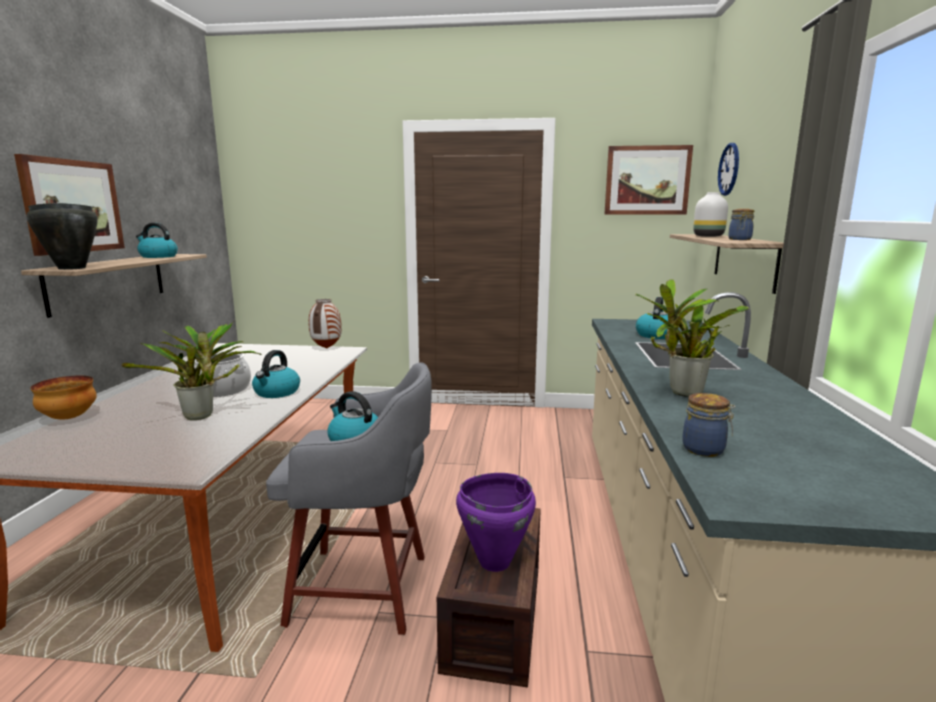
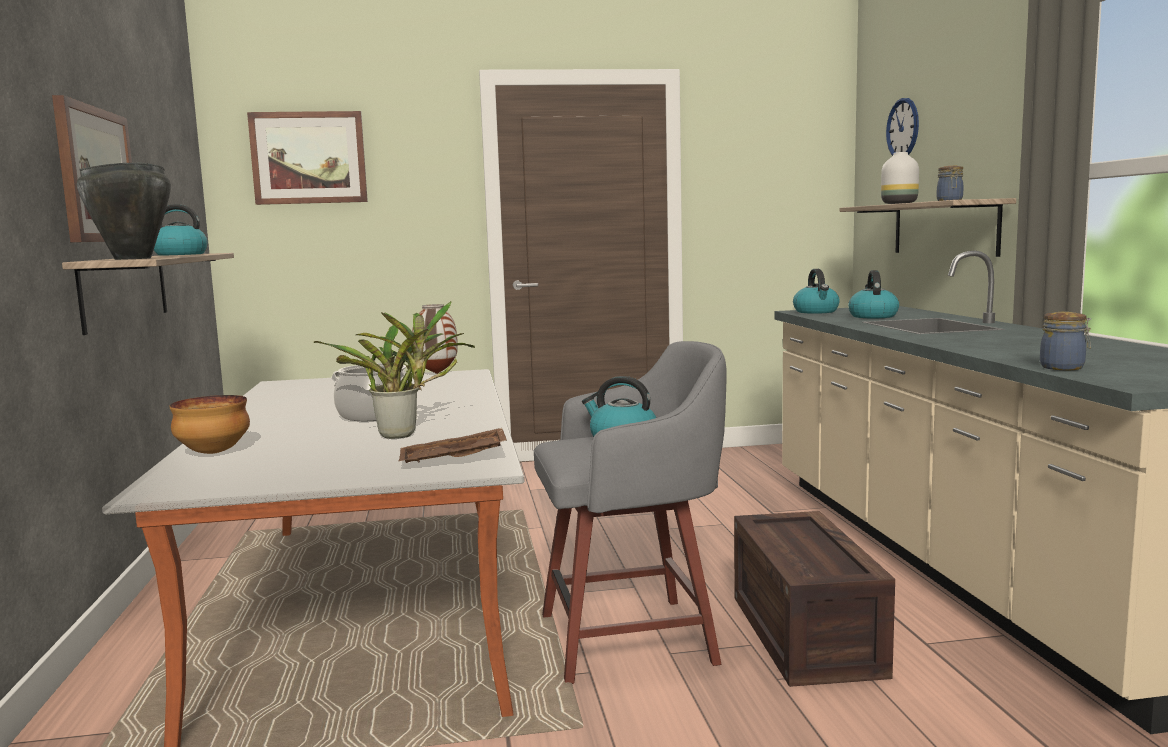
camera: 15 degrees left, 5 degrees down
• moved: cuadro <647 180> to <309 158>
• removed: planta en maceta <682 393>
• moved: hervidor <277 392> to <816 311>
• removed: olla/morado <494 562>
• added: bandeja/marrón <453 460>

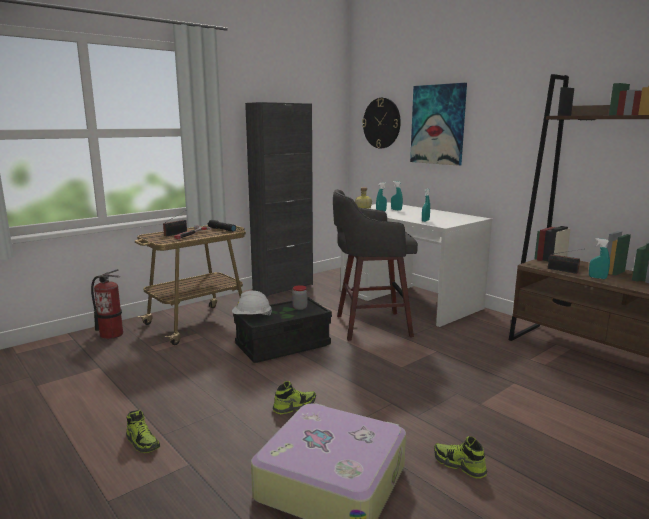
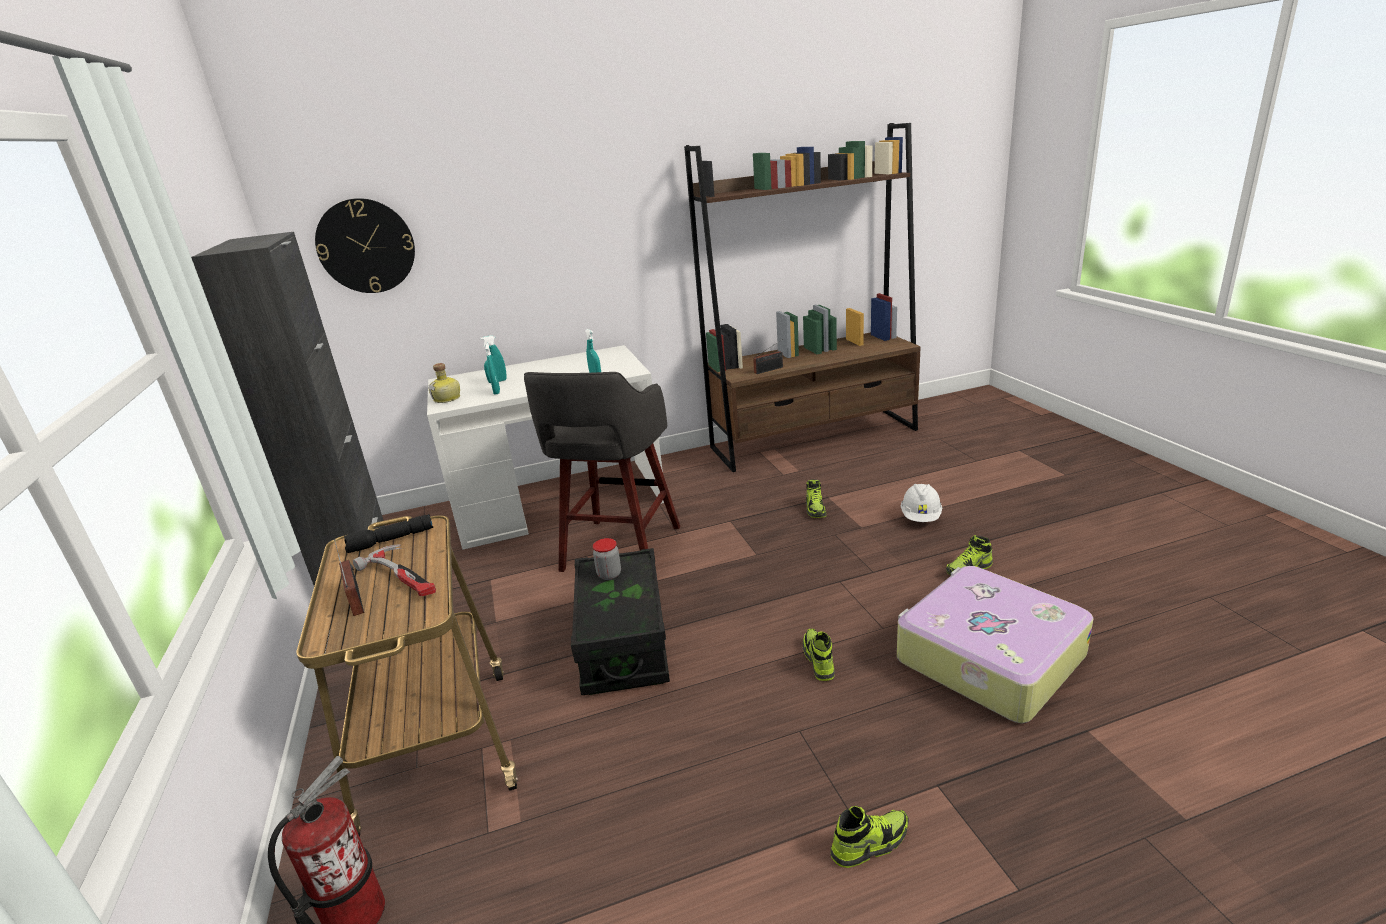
camera: 65 degrees left, 10 degrees up
• removed: cuadro <438 124>
• removed: pulverizador/turquesa <597 278>
• moved: casco/blanco <251 317> to <921 517>
• added: zapato <815 509>

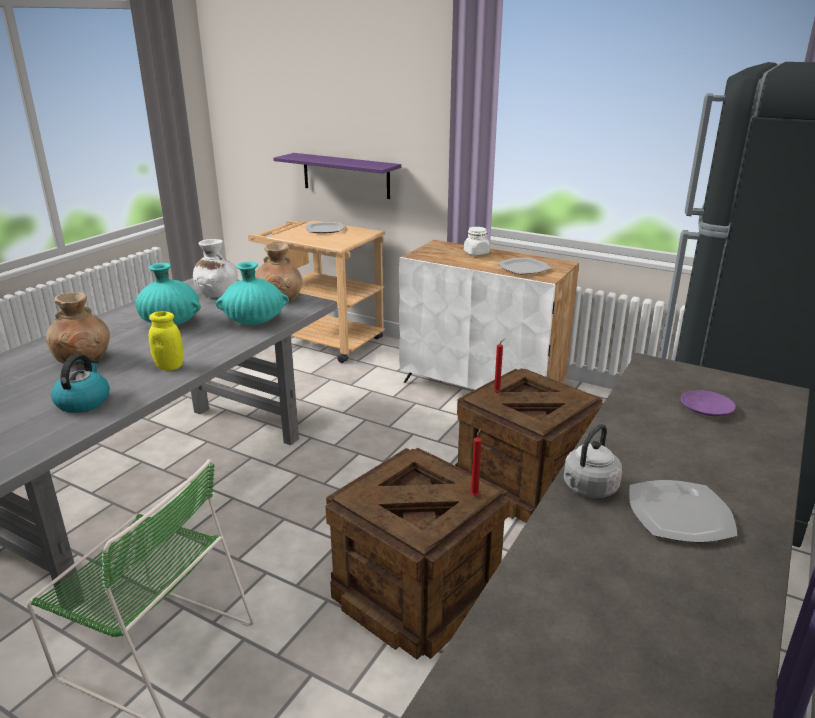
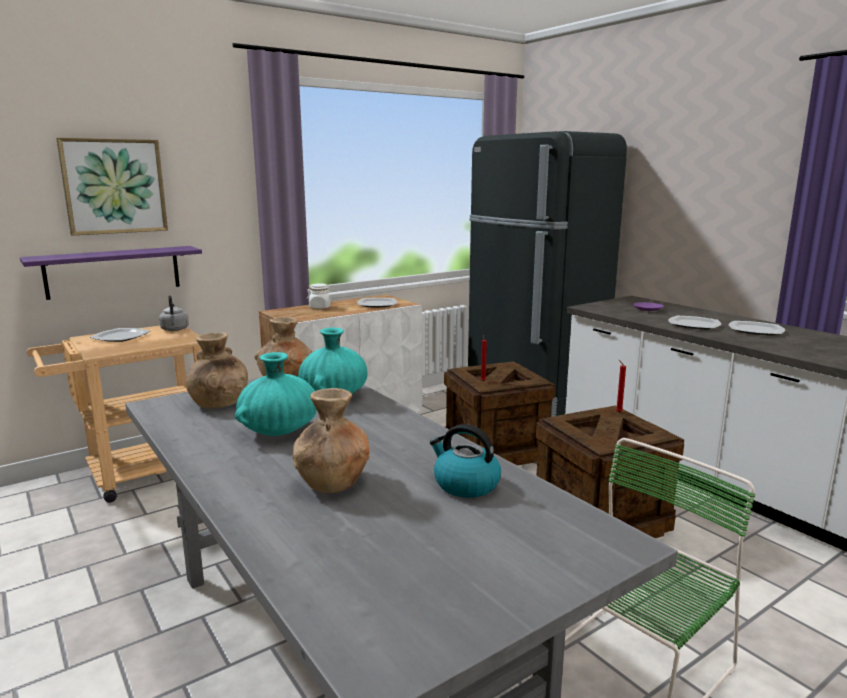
camera: 65 degrees left, 10 degrees down
• recoloured: florero/blanco <217 294> to florero/marrón <219 403>
• removed: tarro/amarillo <170 366>
• moved: hervidor/gris <588 489> to <175 330>
• added: cuadro <114 186>
• added: plato <693 324>

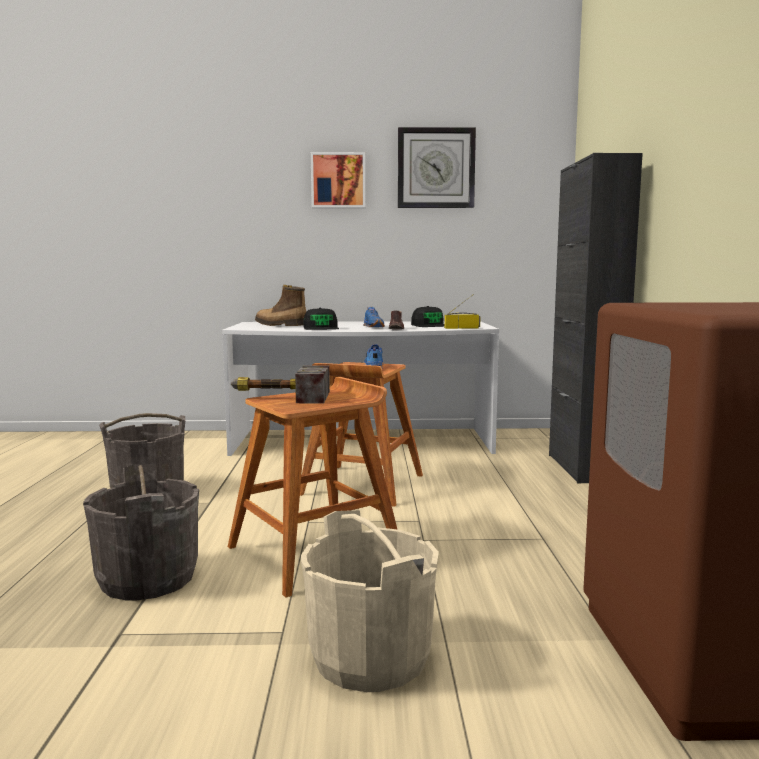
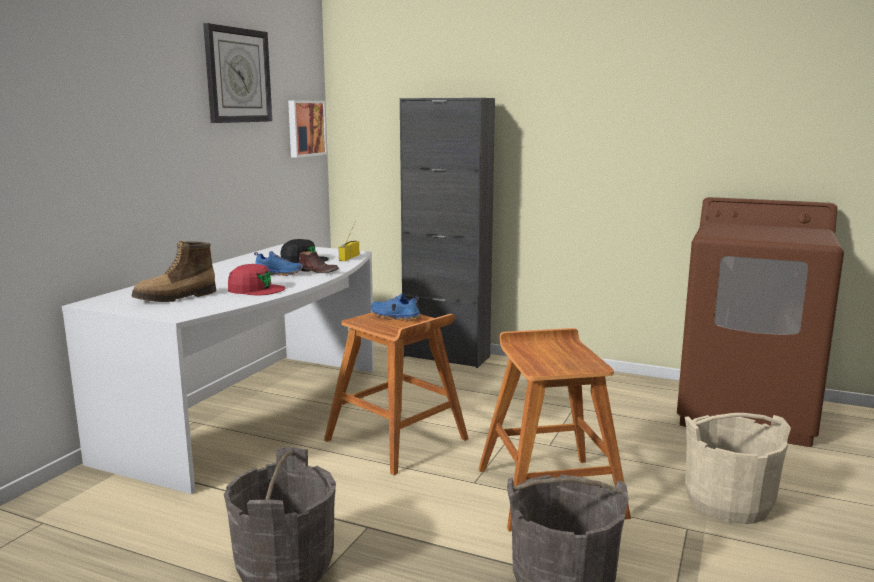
camera: 65 degrees left, 5 degrees up
• moved: cuadro <338 180> to <305 128>
• recoloured: gorra/negro <321 328> to gorra/rojo <256 289>
• removed: martillo <279 397>

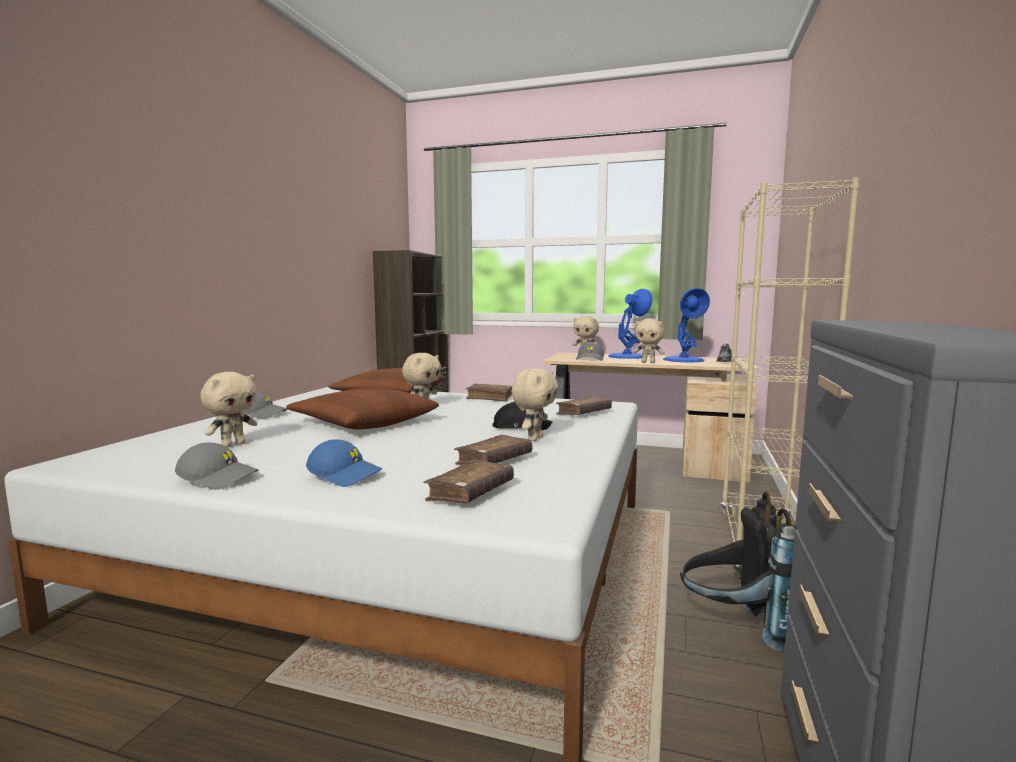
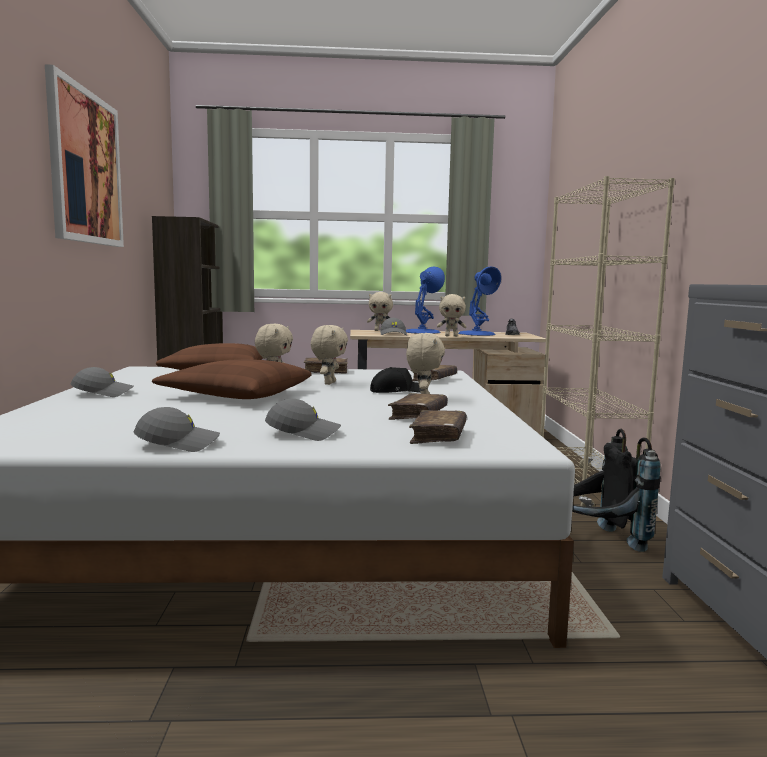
camera: 20 degrees left, 0 degrees up
• moved: peluche/beis <233 445> to <329 383>
• recoloured: gorra/azul <346 475> to gorra/gris <303 433>
• added: cuadro <85 168>

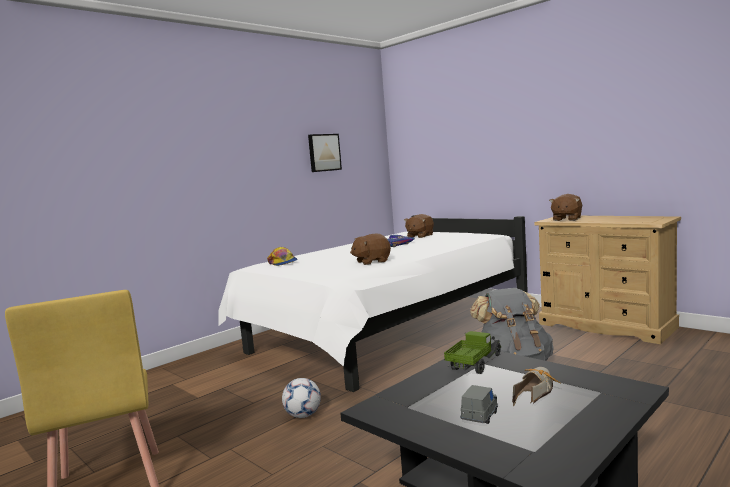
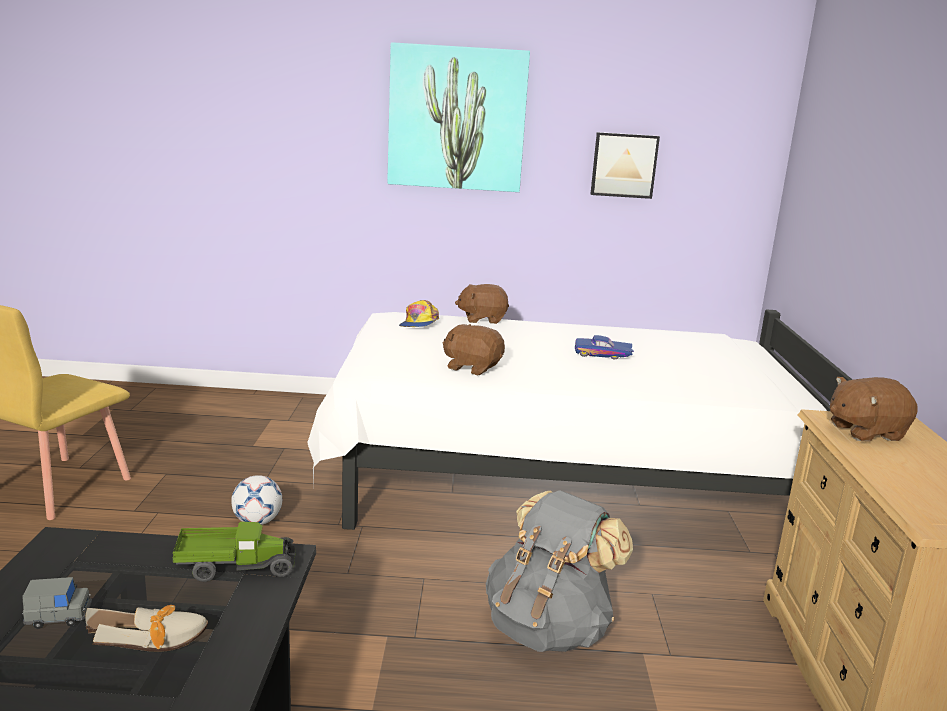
camera: 45 degrees right, 10 degrees up
• moved: peluche/marrón <419 236> to <482 319>
• added: cuadro <457 119>

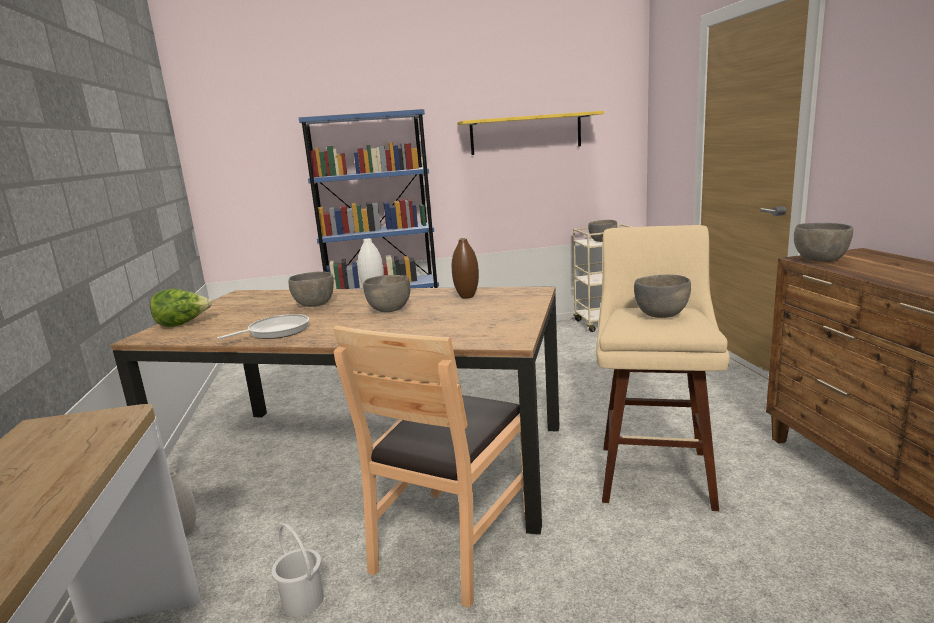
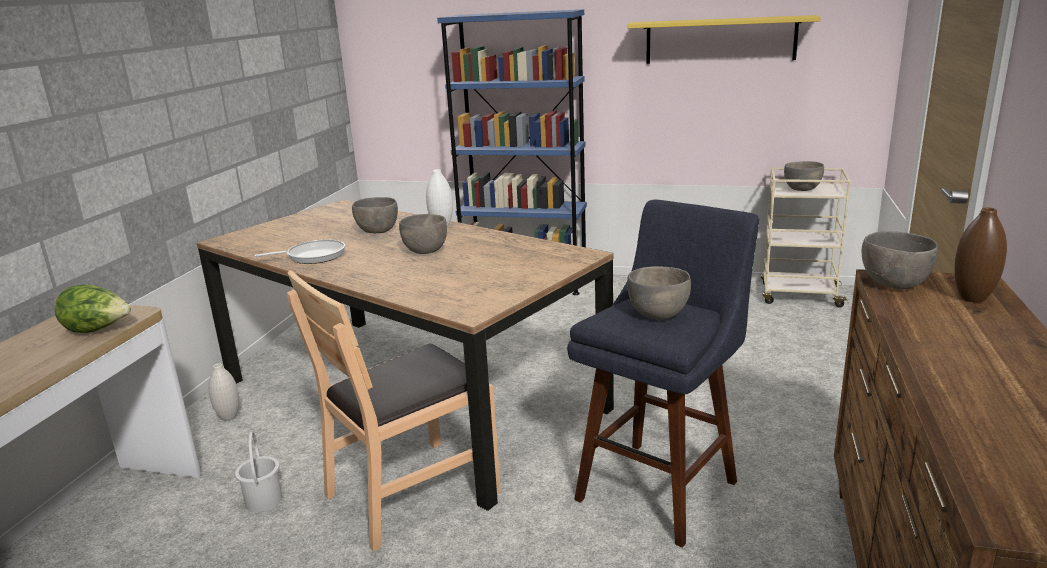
camera: 25 degrees right, 5 degrees up
• recoloured: taburete/beis <654 470> to taburete/azul <662 485>
• moved: florero/marrón <467 296> to <972 298>
• moved: lechuga <183 324> to <98 330>

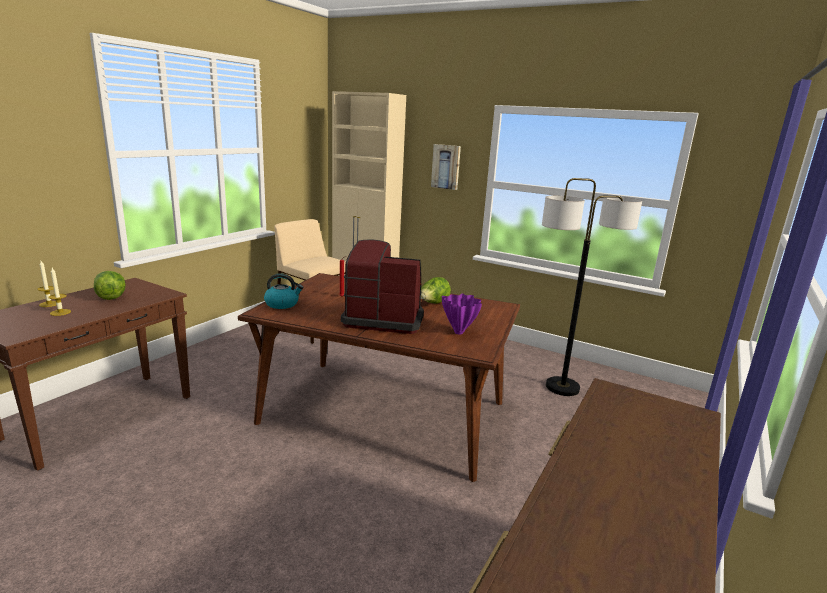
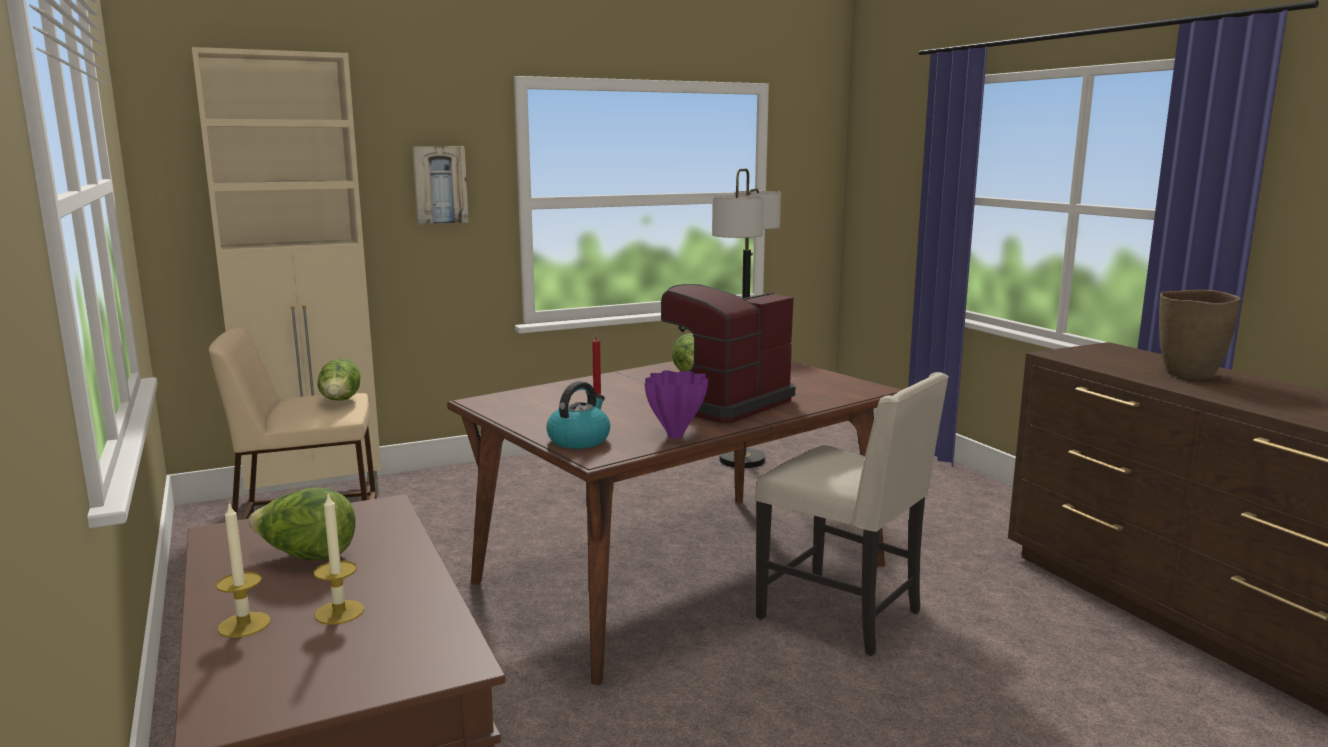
camera: 55 degrees left, 5 degrees down
• moved: florero/morado <459 332> to <676 436>
• added: florero/marrón <1189 375>
• added: lechuga <340 401>
• added: silla/beis <843 615>

